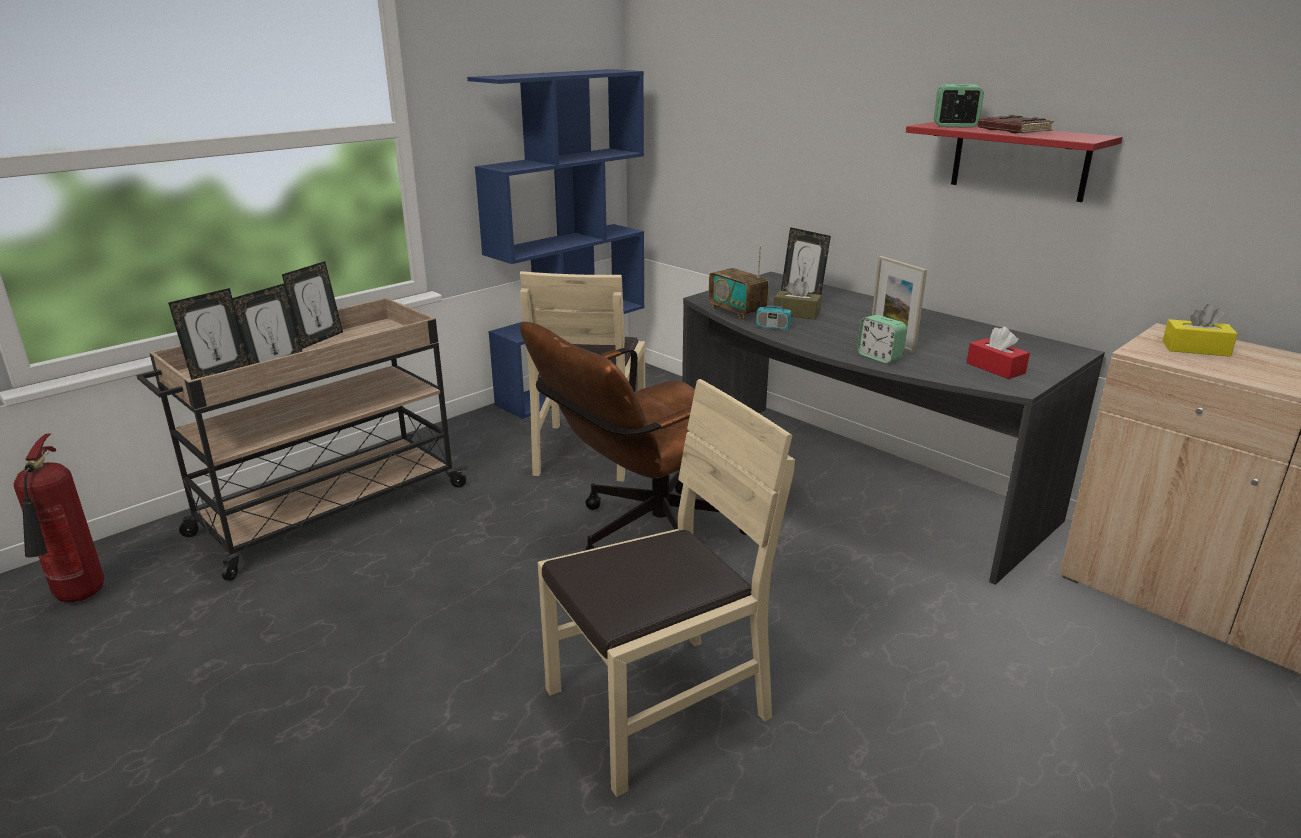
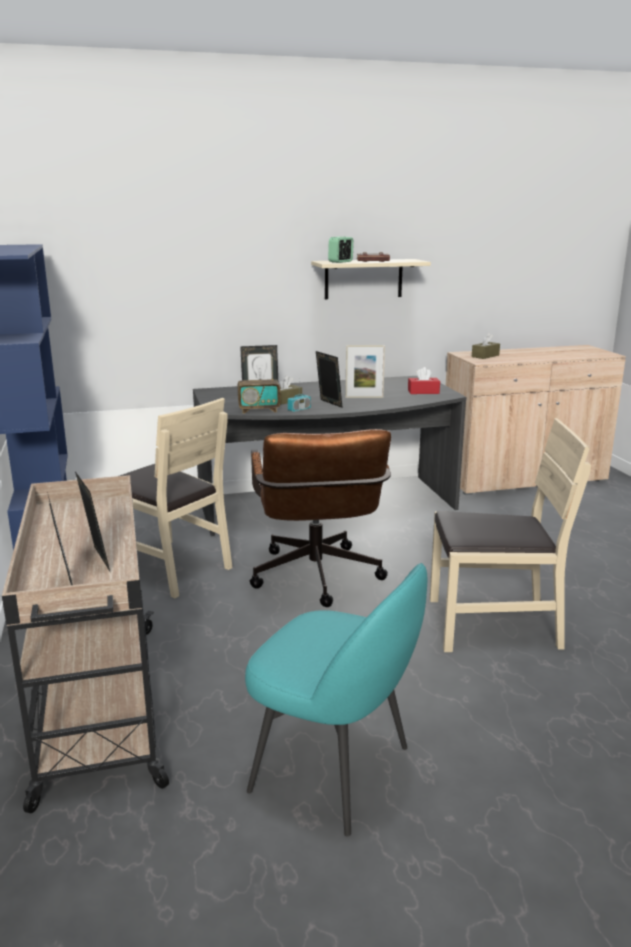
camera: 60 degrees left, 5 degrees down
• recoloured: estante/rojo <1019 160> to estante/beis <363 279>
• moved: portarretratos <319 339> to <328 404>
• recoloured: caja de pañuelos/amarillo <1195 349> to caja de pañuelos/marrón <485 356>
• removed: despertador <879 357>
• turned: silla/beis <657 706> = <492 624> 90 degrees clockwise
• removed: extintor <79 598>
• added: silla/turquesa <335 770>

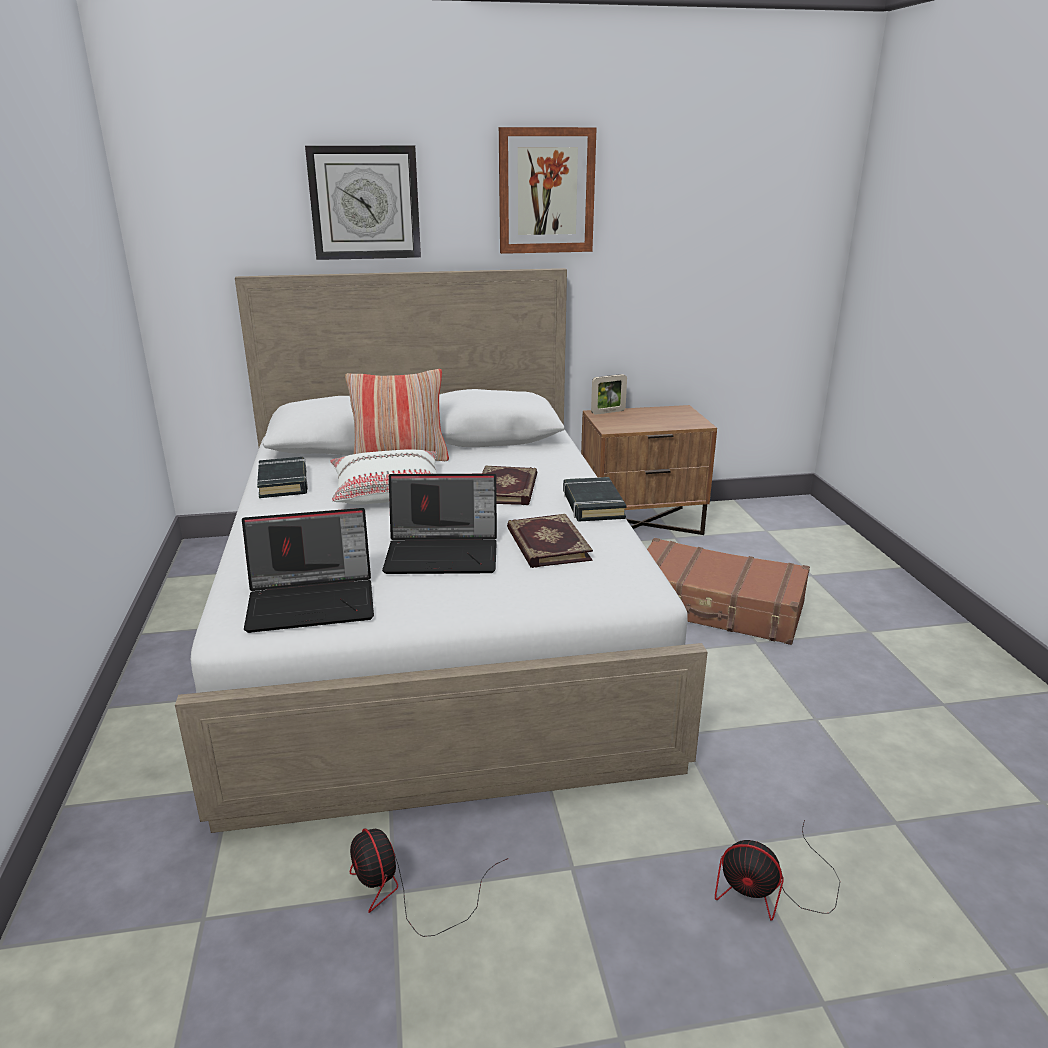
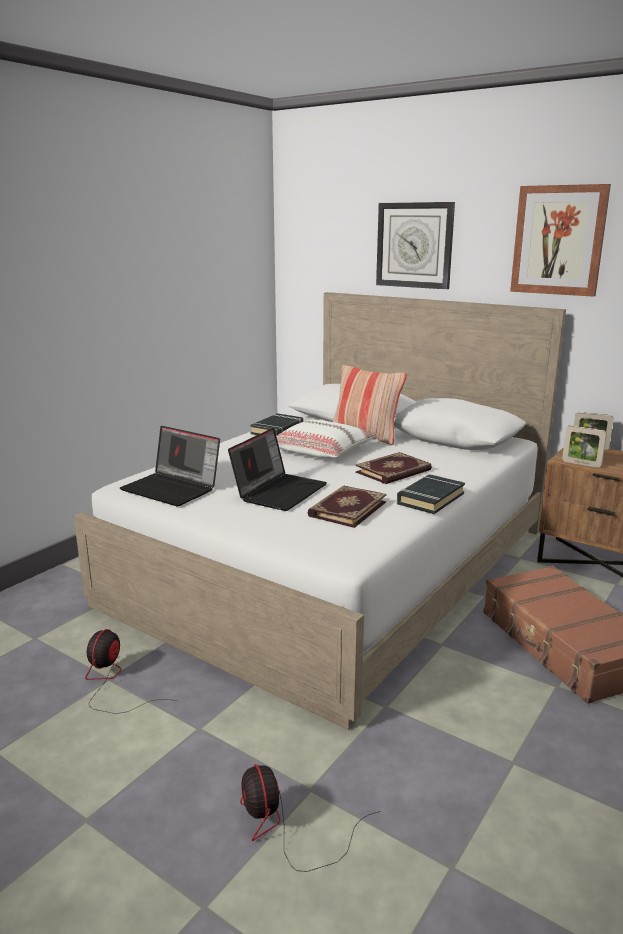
camera: 45 degrees right, 5 degrees down
• turned: portátil <444 553> = <279 491> 105 degrees counterclockwise
• added: portarretratos <581 464>

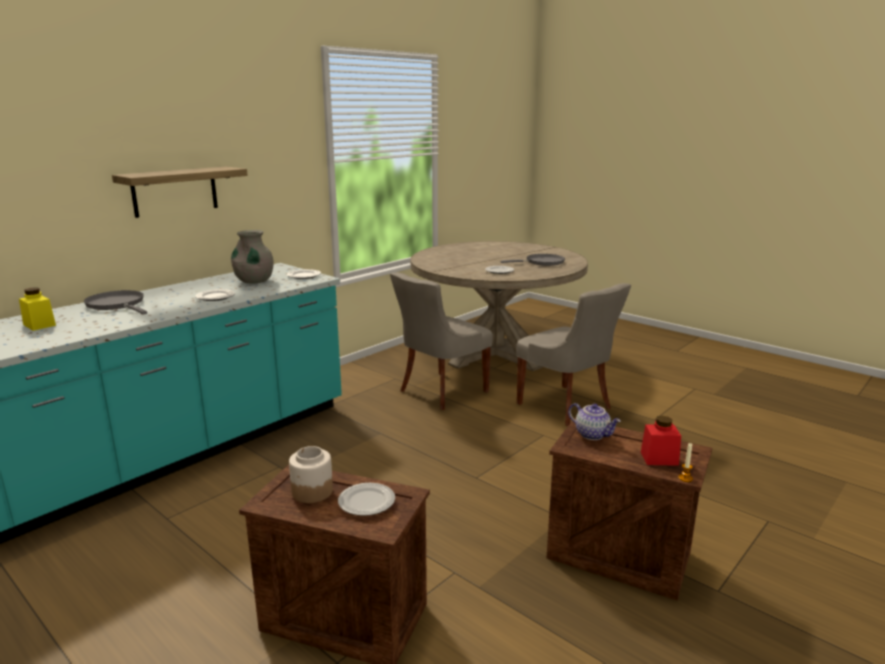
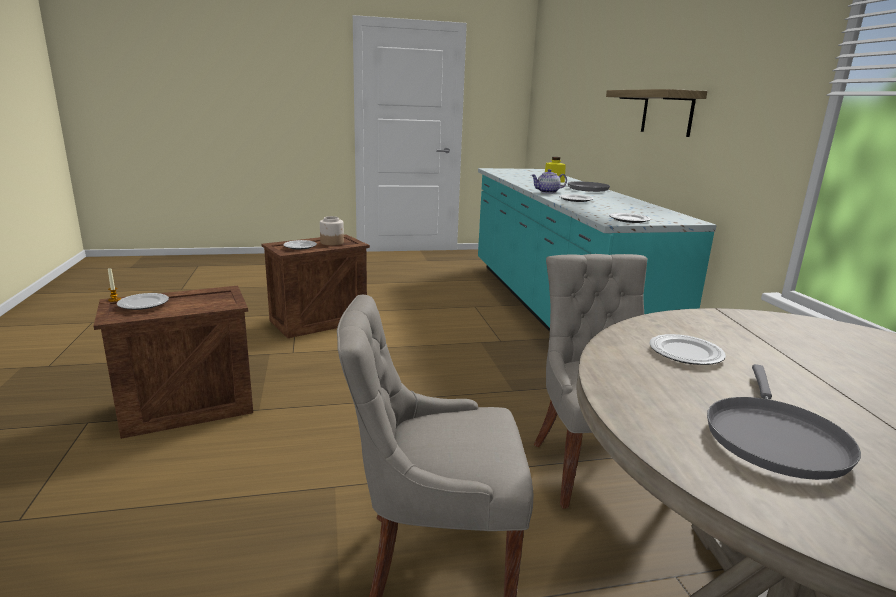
camera: 125 degrees right, 0 degrees up
• removed: florero/gris <254 281>
• moved: tetera <593 434> to <547 192>
• replaced: tarro/rojo <659 458> to plato <143 304>

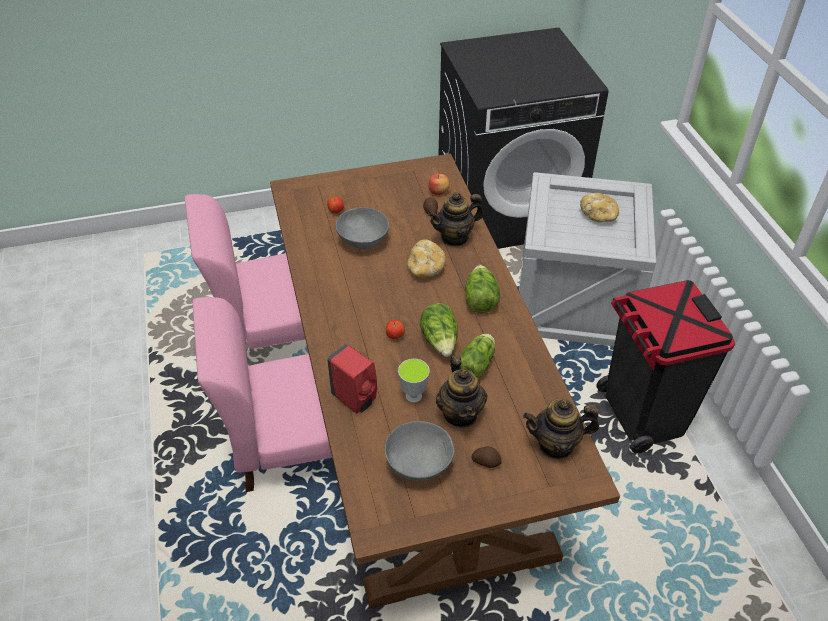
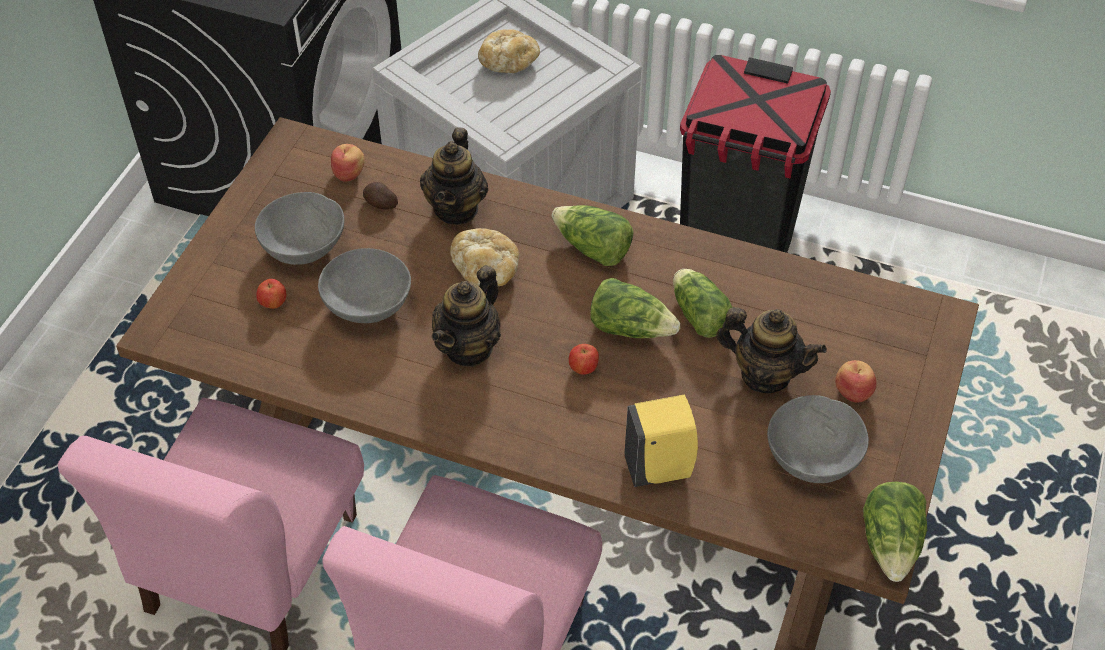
camera: 55 degrees left, 5 degrees up
• recoloured: dispensador de jabón/rojo <355 400> to dispensador de jabón/amarillo <660 468>
• removed: taza <413 396>
• moved: tetera <556 445> to <469 347>
• replaced: patata <486 461> to manzana <853 391>
• added: cuenco/gris <304 247>
• added: lechuga <891 543>

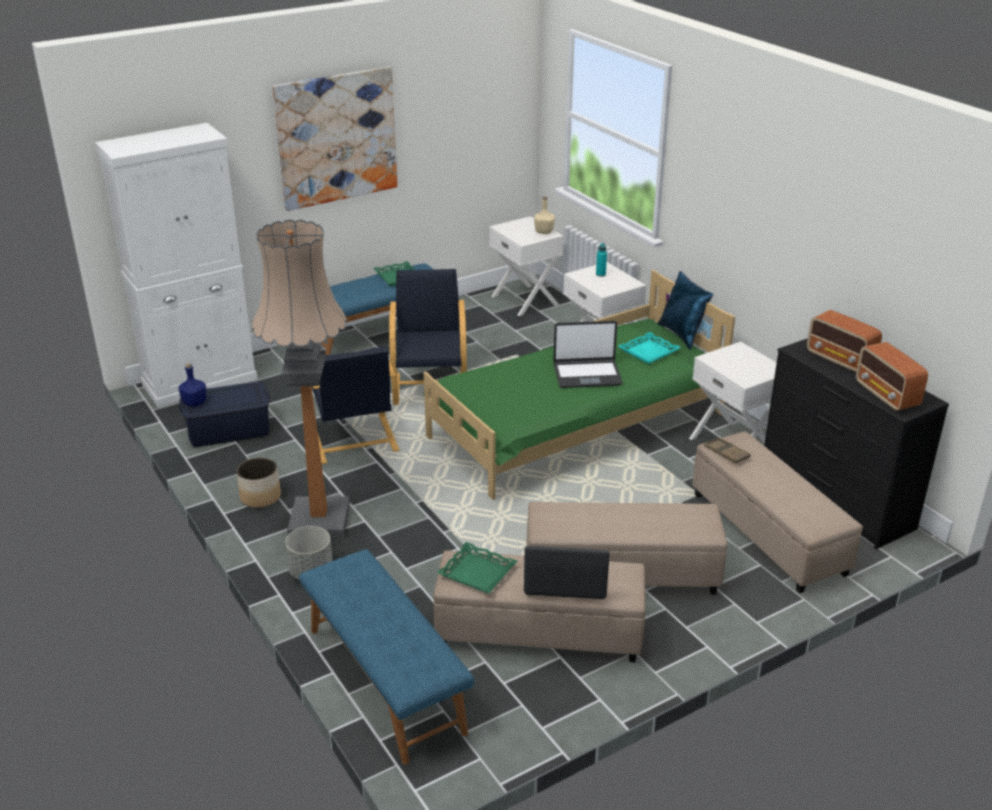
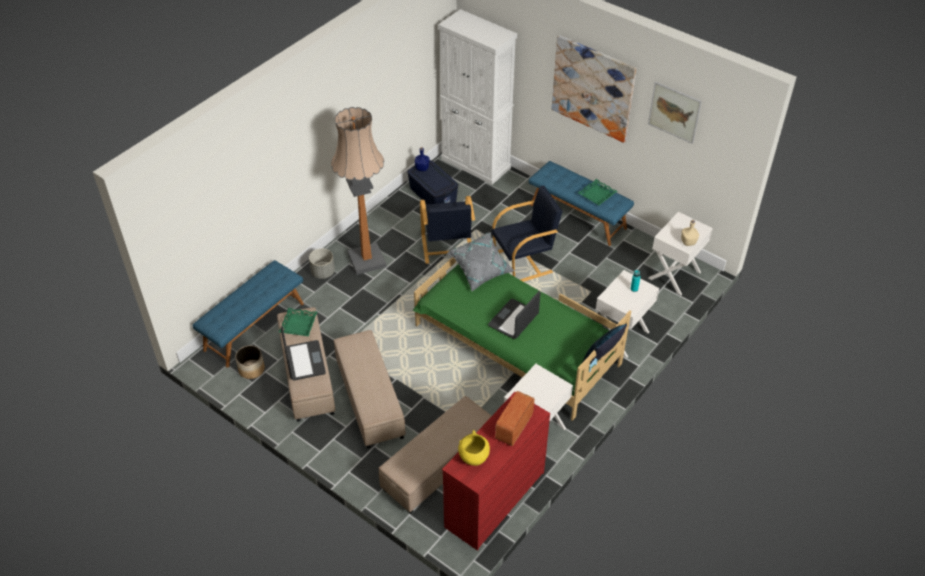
camera: 70 degrees right, 15 degrees up
• turned: portátil <587 375> = <514 320> 60 degrees clockwise
• removed: bandeja/turquesa <648 352>
• recoloured: cómoda/negro <834 499> to cómoda/rojo <494 499>
• replaced: radio <887 395> to cuenco/amarillo <473 457>
• turned: sillón/negro <353 441> = <447 248> 60 degrees counterclockwise
• removed: bandeja/marrón <726 453>
• moved: maceta <260 497> to <251 369>
• added: cuadro <674 112>
• added: cojín/gris <481 270>

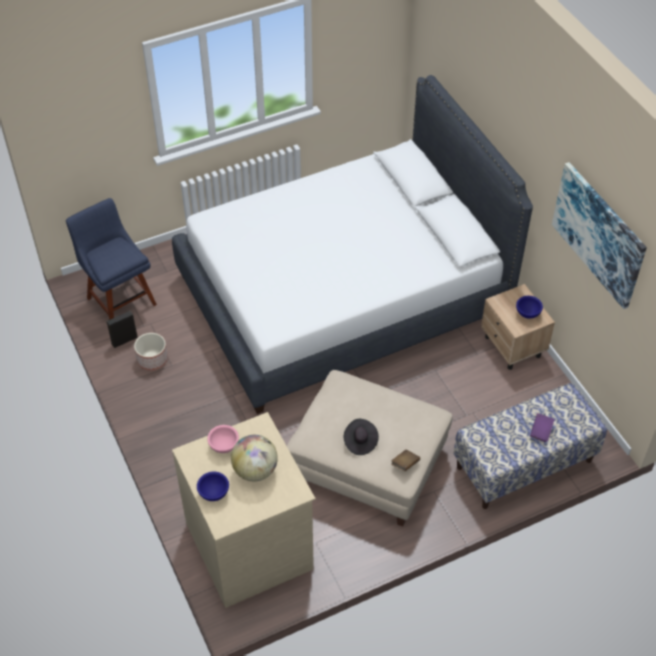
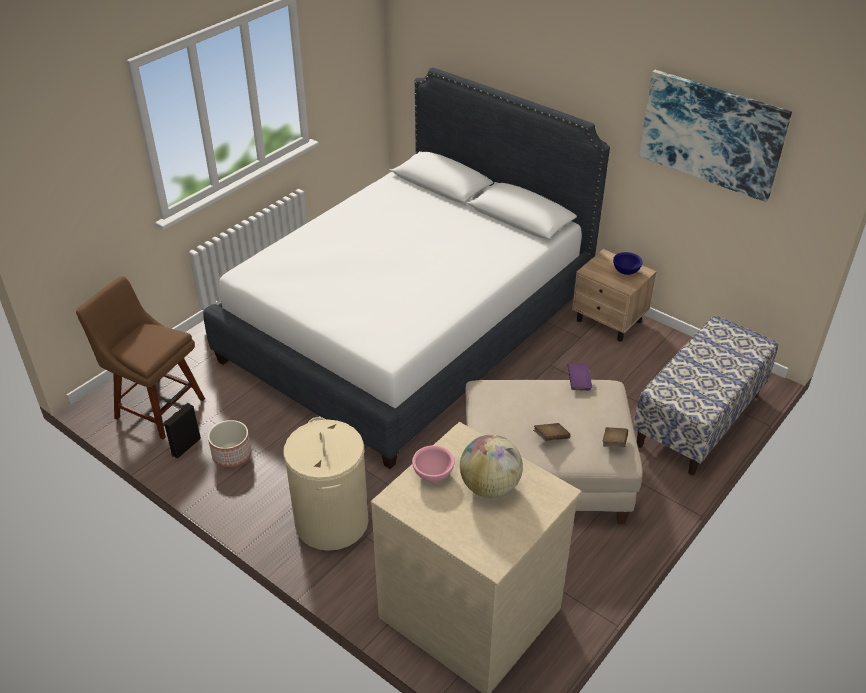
camera: 25 degrees left, 10 degrees down
• recoloured: silla/azul <119 299> to silla/marrón <156 406>
• moved: libro/morado <541 431> to <579 382>
• replaced: sombrero/negro <360 442> to libro/marrón <551 438>
• removed: cuenco/azul <213 492>
• added: cesto de la ropa/beis <331 521>

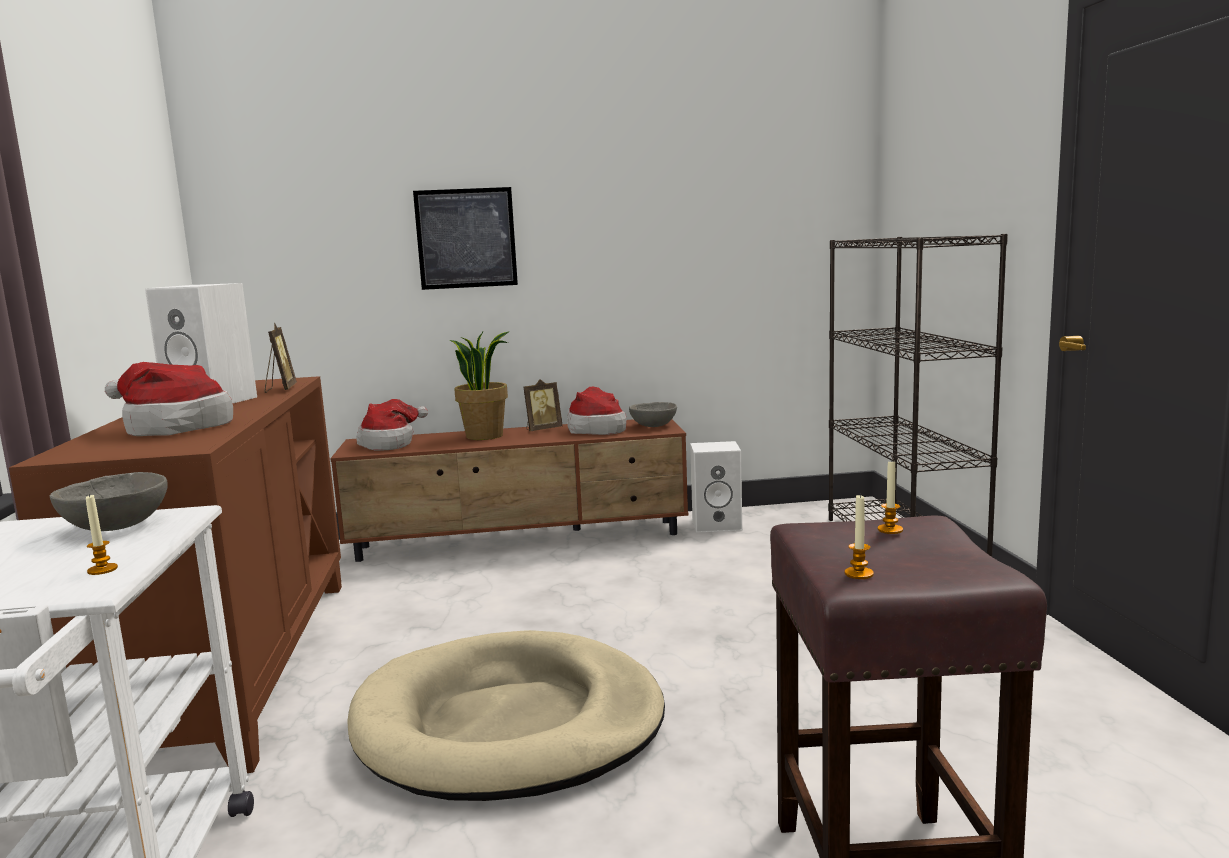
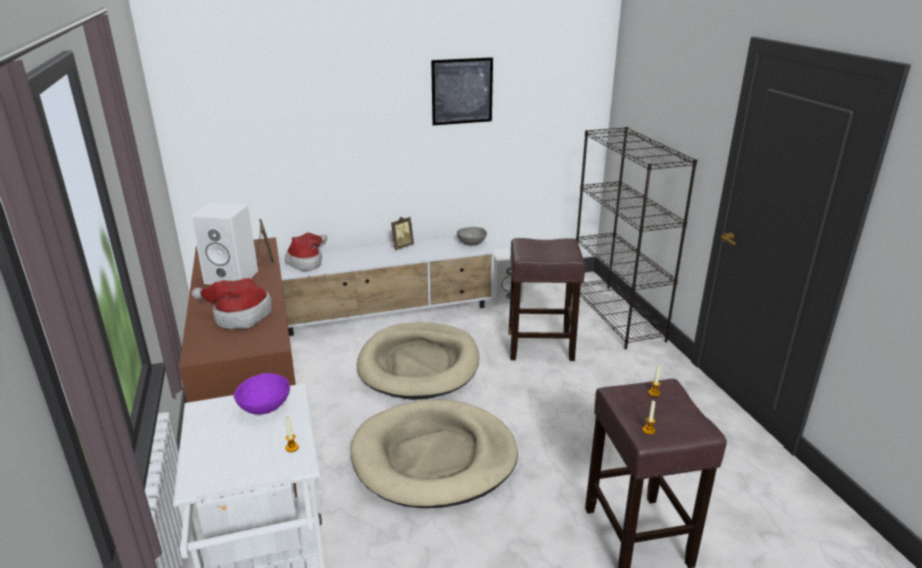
camera: 10 degrees left, 15 degrees up
• moved: cuadro <466 238> to <462 91>
• removed: planta en maceta <485 436>
• removed: sombrero <597 429>
• recoloured: mueble de televisión/marrón <521 540> to mueble de televisión/blanco <389 314>
• recoloured: cuenco/gris <115 527> to cuenco/morado <264 408>
• added: taburete/marrón <541 346>
• added: cama para perro/beis <419 364>

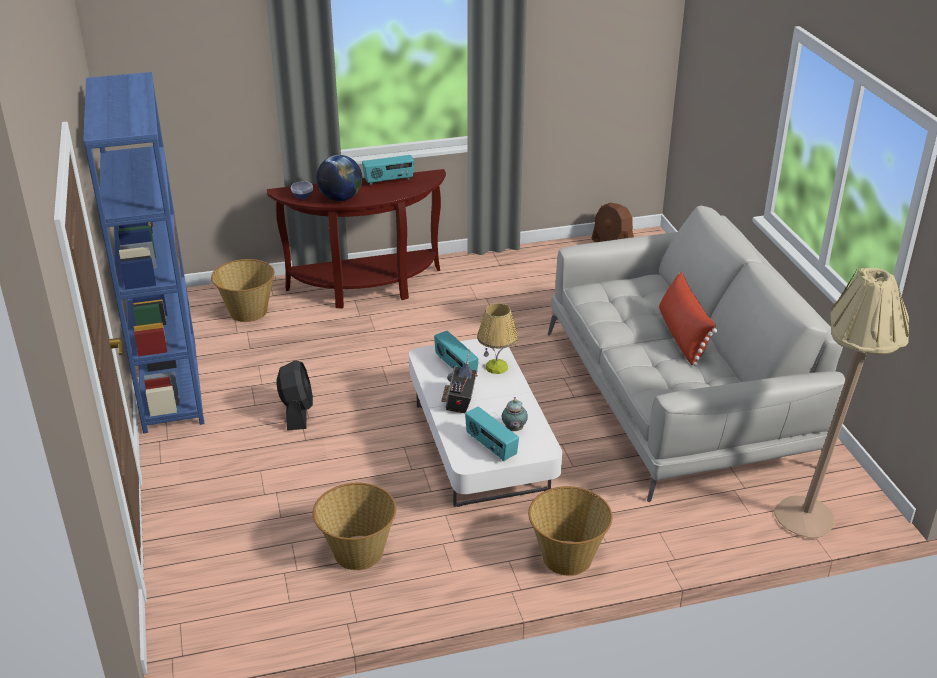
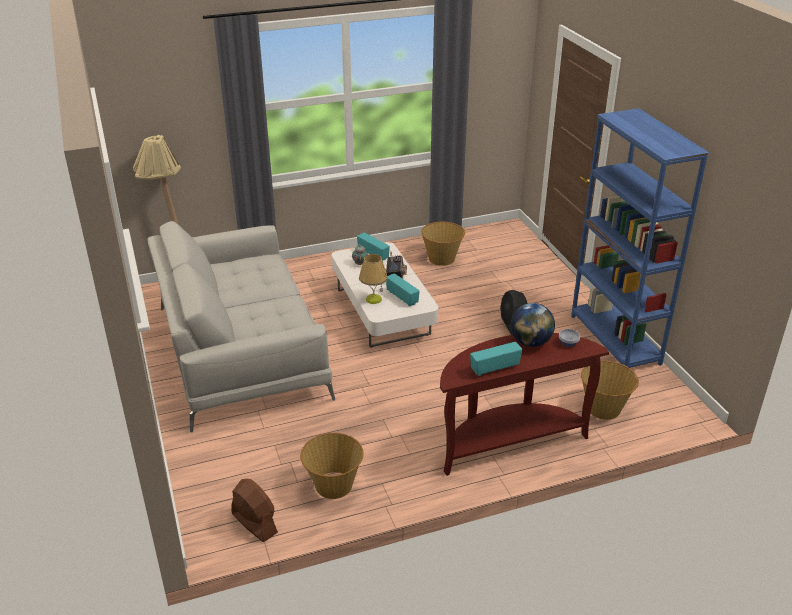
camera: 175 degrees right, 0 degrees up
• removed: cojín/rojo <682 336>
• moved: cesta <567 557> to <333 486>

